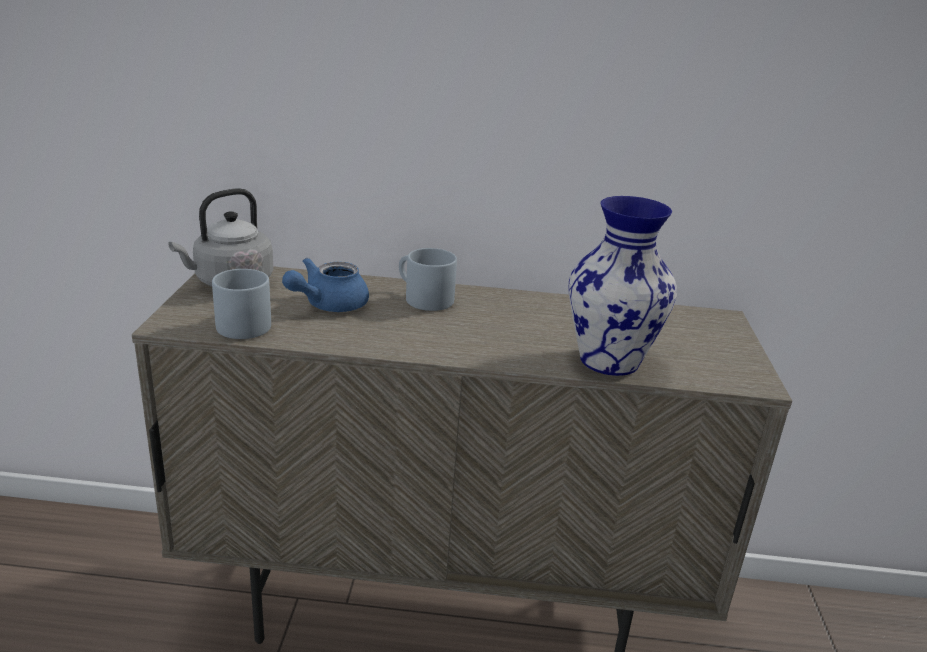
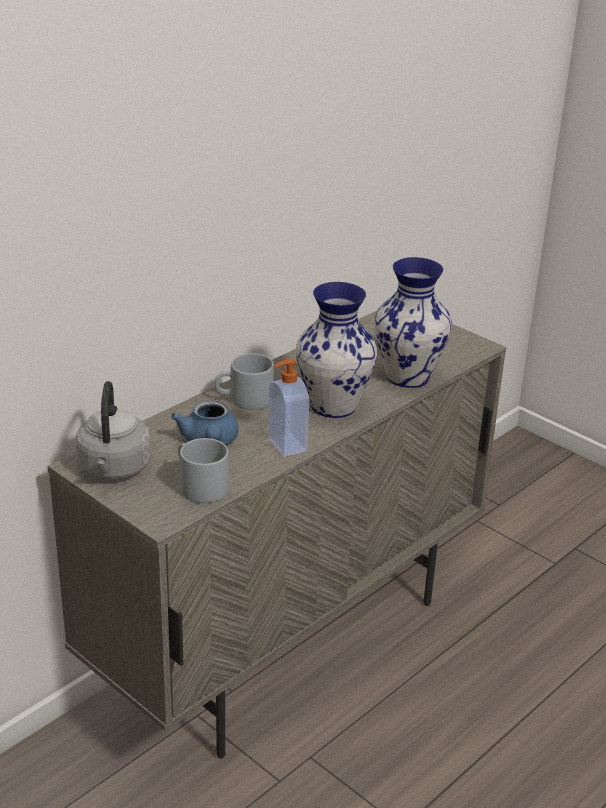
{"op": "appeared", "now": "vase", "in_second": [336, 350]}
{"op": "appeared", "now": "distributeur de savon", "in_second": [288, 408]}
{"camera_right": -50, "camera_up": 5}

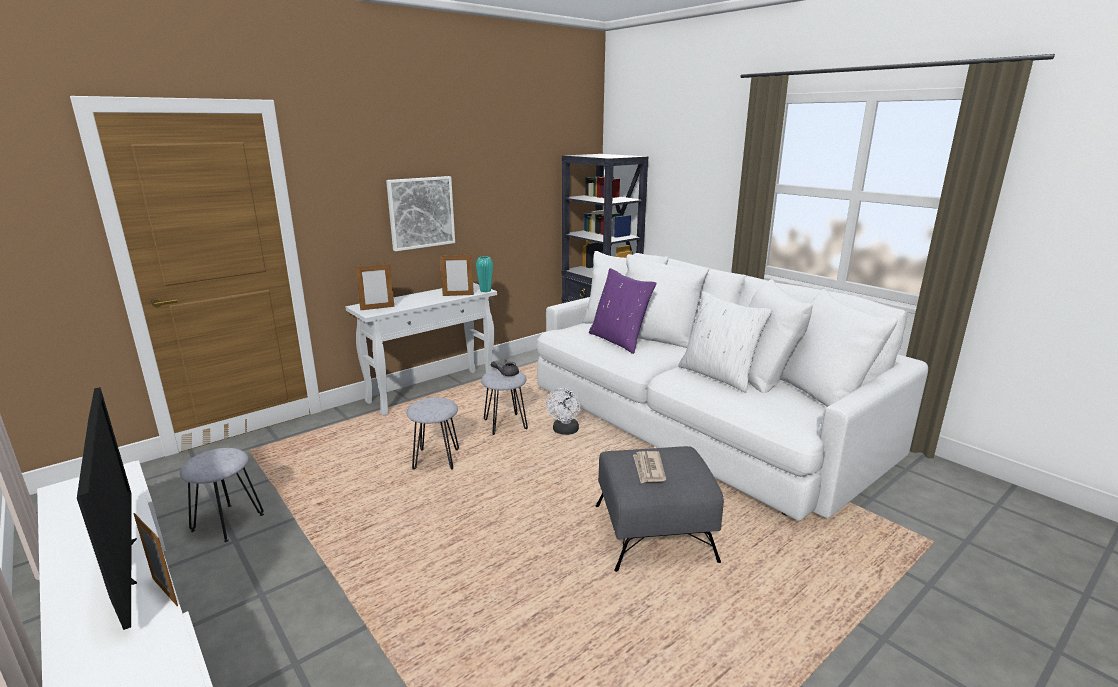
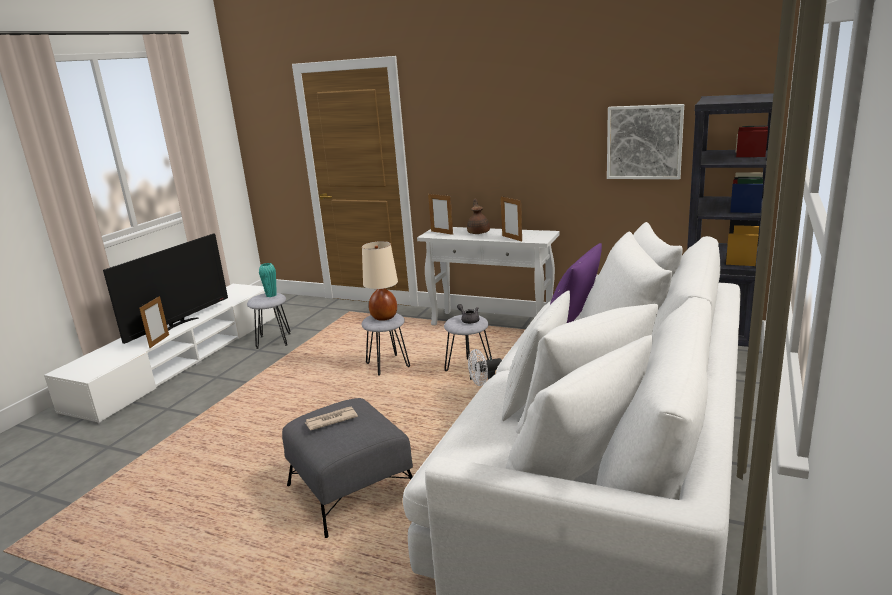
{"op": "relocated", "was": "tableau", "in_first": [420, 213], "in_second": [645, 141]}
{"op": "relocated", "was": "vase (turquoise)", "in_first": [484, 274], "in_second": [268, 280]}
{"op": "appeared", "now": "théière (marron)", "in_second": [478, 216]}
{"op": "appeared", "now": "lampe de table (beige)", "in_second": [380, 281]}
{"camera_right": 65, "camera_up": 0}

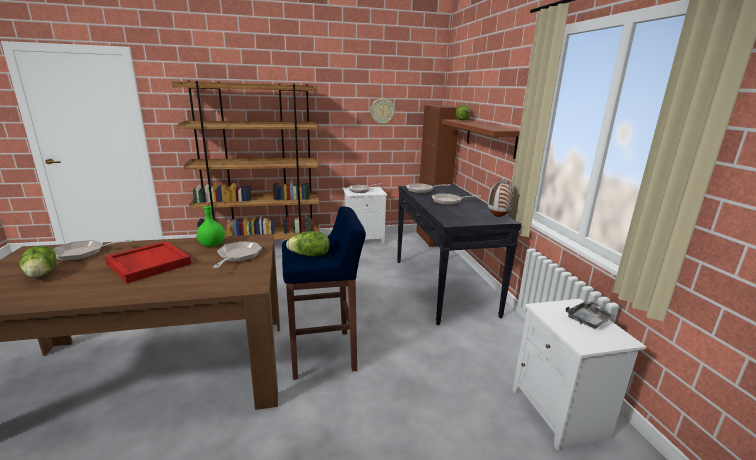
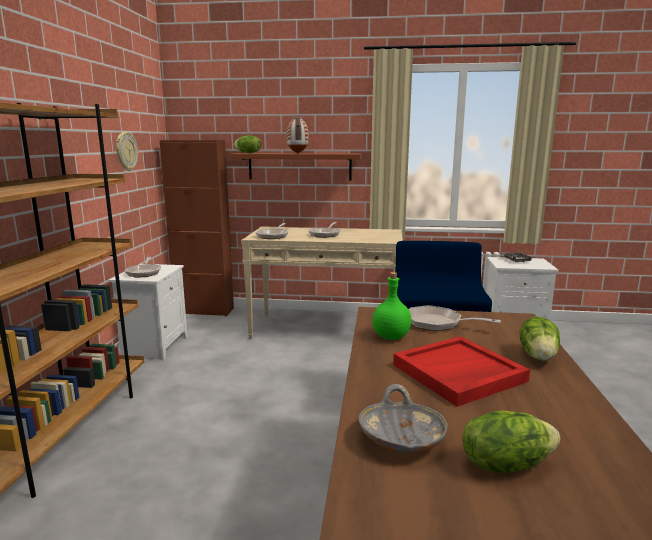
{"op": "relocated", "was": "vase", "in_first": [501, 198], "in_second": [297, 135]}
{"op": "colour", "was": "table console (noir)", "now": "table console (beige)", "in_first": [459, 254], "in_second": [322, 282]}
{"op": "relocated", "was": "laitue", "in_first": [308, 243], "in_second": [540, 339]}
{"op": "exchanged", "was": "poêle", "now": "bol (gris)", "in_first": [93, 250], "in_second": [403, 418]}
{"camera_right": -70, "camera_up": -5}

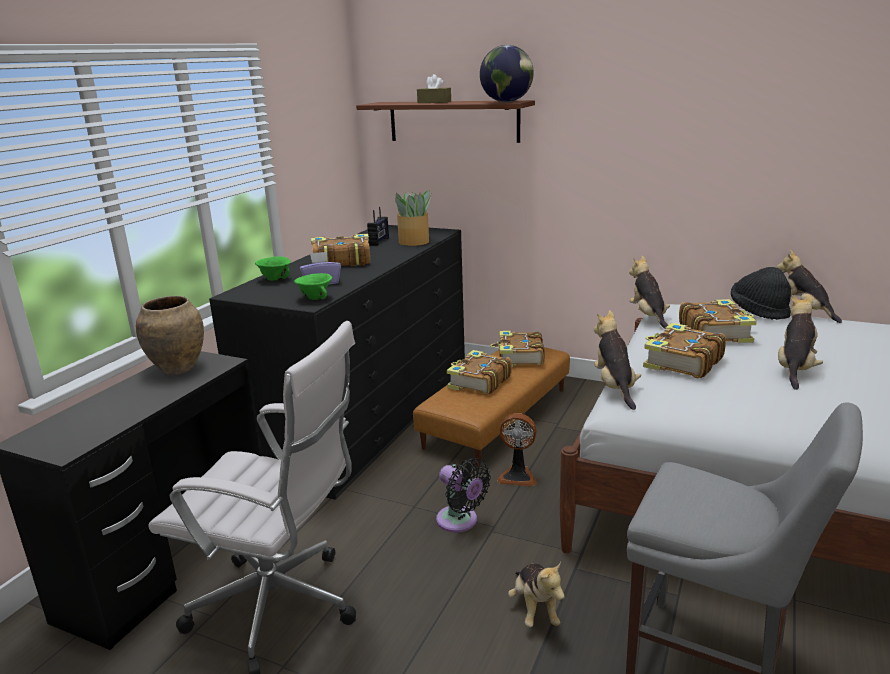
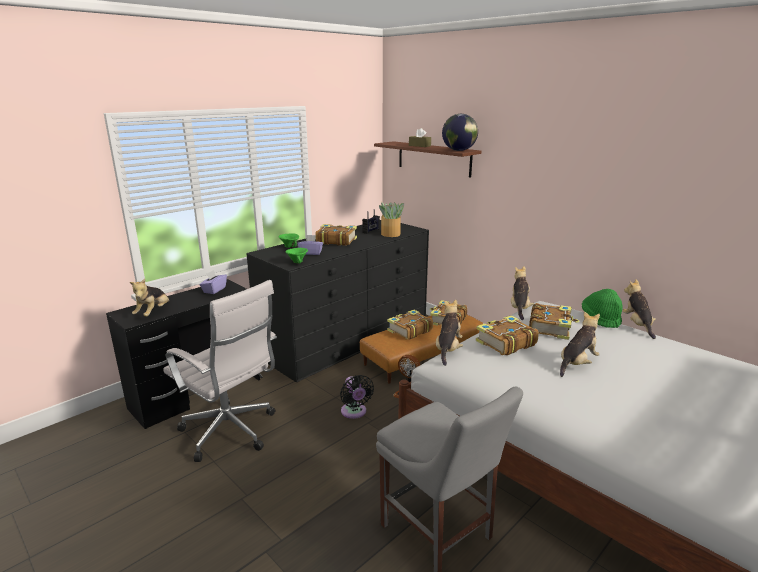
{"op": "colour", "was": "chapeau (noir)", "now": "chapeau (vert)", "in_first": [761, 293], "in_second": [602, 308]}
{"op": "exchanged", "was": "vase (marron)", "now": "boîte à mouchoirs (violet)", "in_first": [170, 335], "in_second": [213, 282]}
{"op": "relocated", "was": "peluche", "in_first": [536, 594], "in_second": [150, 298]}
{"camera_right": 20, "camera_up": 0}

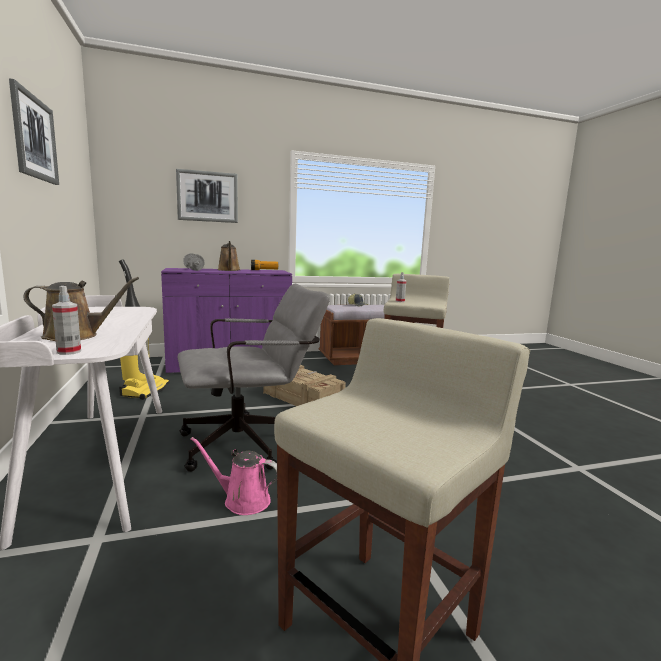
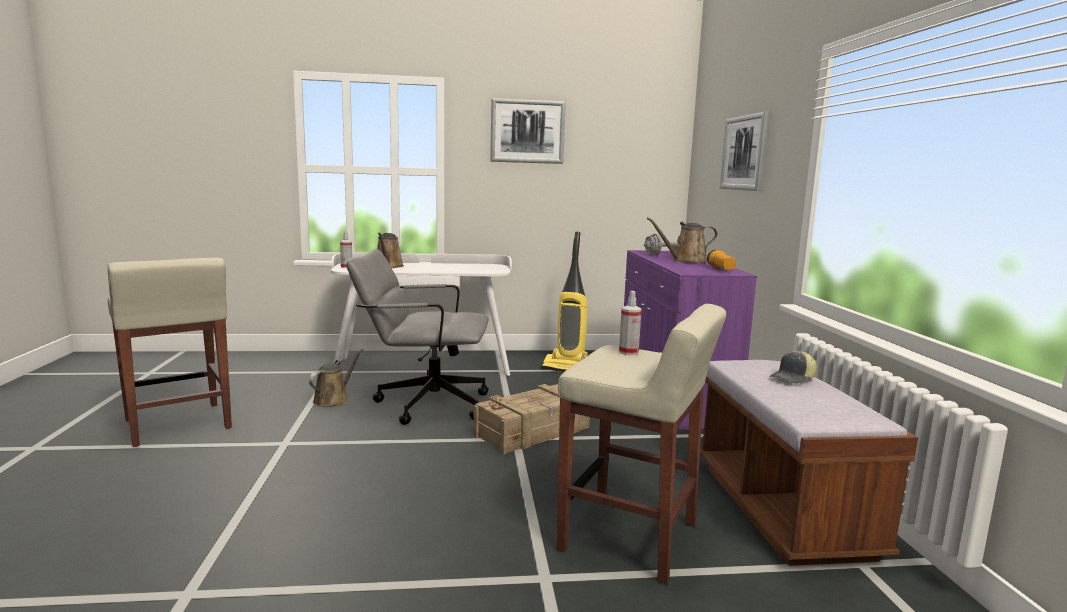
{"op": "spun", "was": "chaise de bureau (gris)", "in_first": [254, 378], "in_second": [417, 337], "clockwise": 105}
{"op": "colour", "was": "arrosoir (rose)", "now": "arrosoir (marron)", "in_first": [234, 476], "in_second": [336, 378]}
{"camera_right": 100, "camera_up": 0}

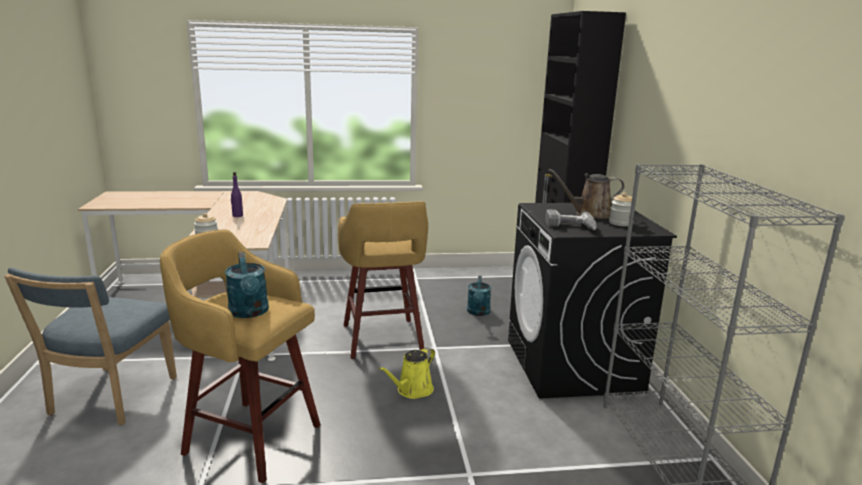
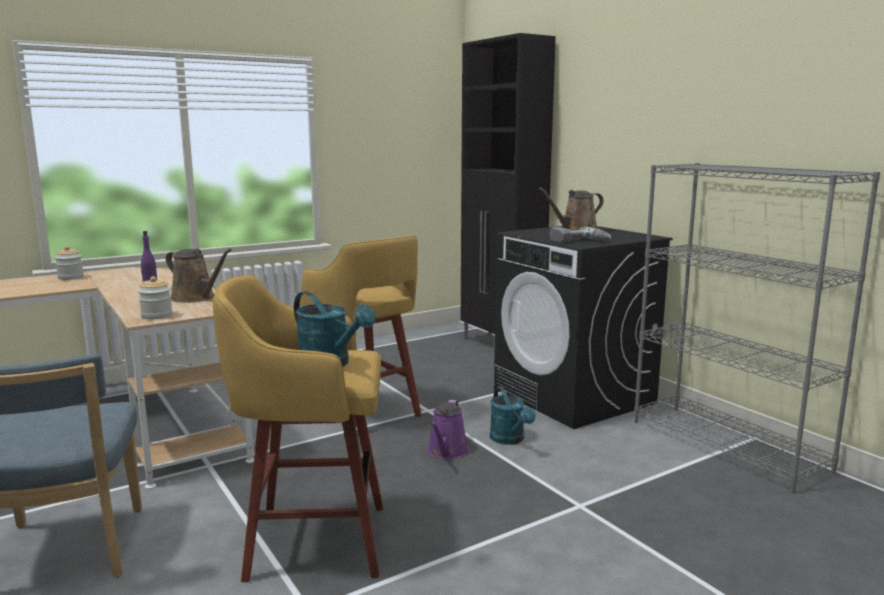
{"op": "relocated", "was": "bocal", "in_first": [622, 209], "in_second": [69, 263]}
{"op": "relocated", "was": "arrosoir (turquoise)", "in_first": [479, 296], "in_second": [513, 415]}
{"op": "colour", "was": "arrosoir (jaune)", "now": "arrosoir (violet)", "in_first": [407, 373], "in_second": [448, 429]}
{"op": "appeared", "now": "arrosoir (marron)", "in_second": [199, 276]}
{"camera_right": -25, "camera_up": -5}

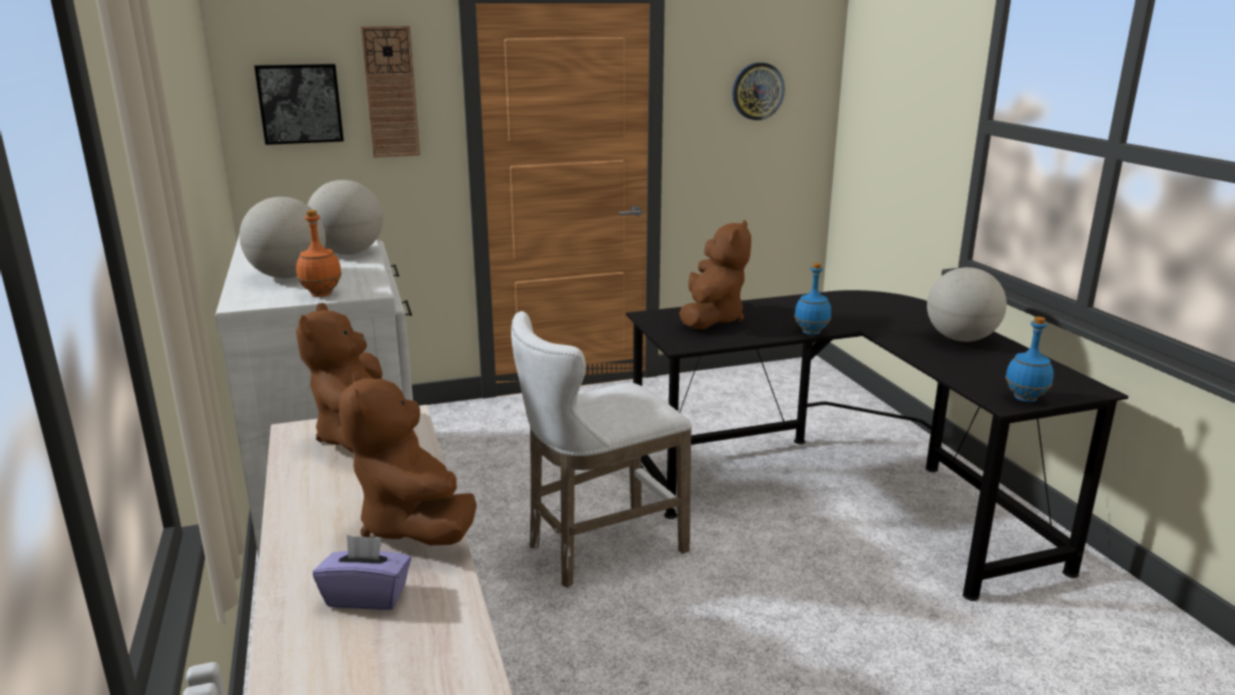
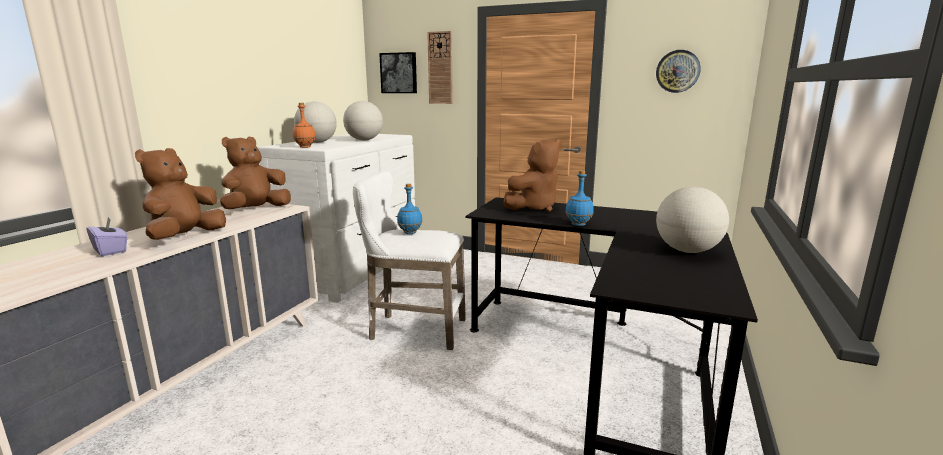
{"op": "relocated", "was": "bouteille (bleu)", "in_first": [1029, 359], "in_second": [409, 209]}
{"camera_right": 40, "camera_up": -5}

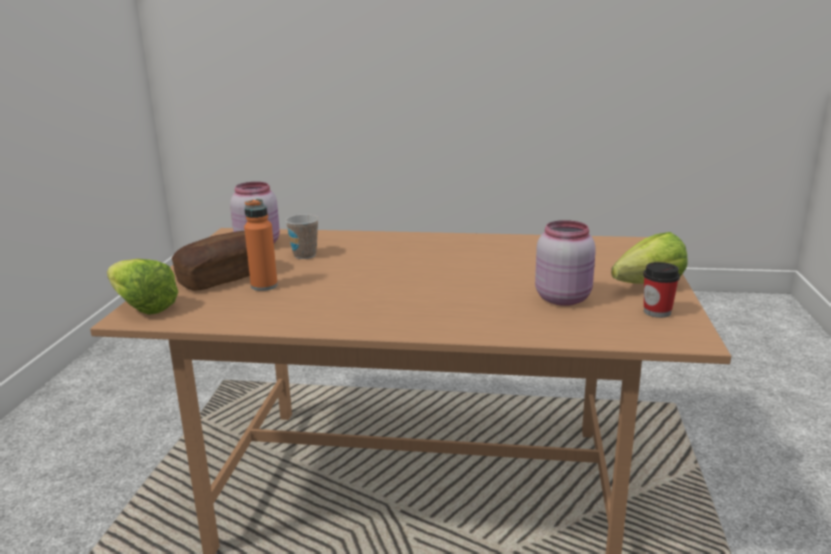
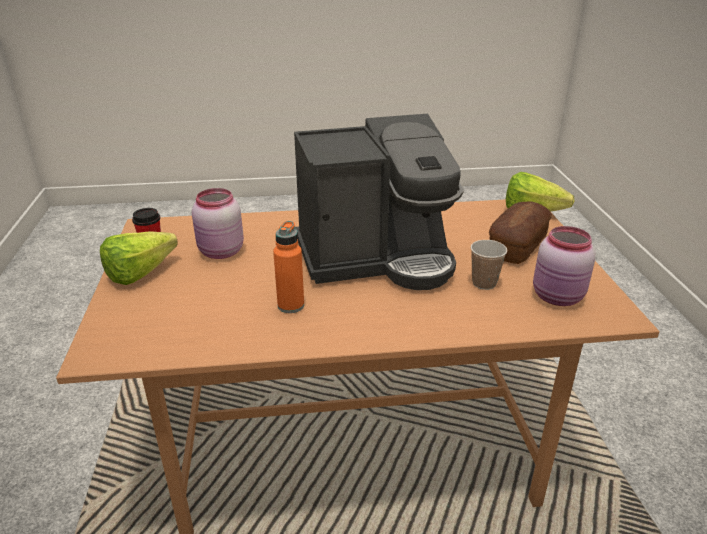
{"op": "relocated", "was": "bouteille (orange)", "in_first": [261, 245], "in_second": [288, 267]}
{"op": "appeared", "now": "machine à café", "in_second": [379, 202]}
{"camera_right": 165, "camera_up": 10}

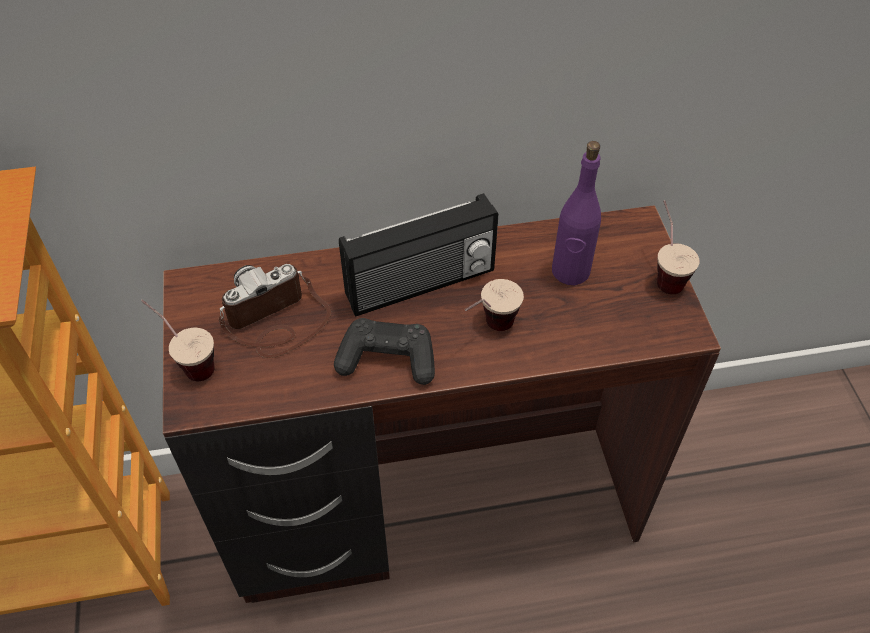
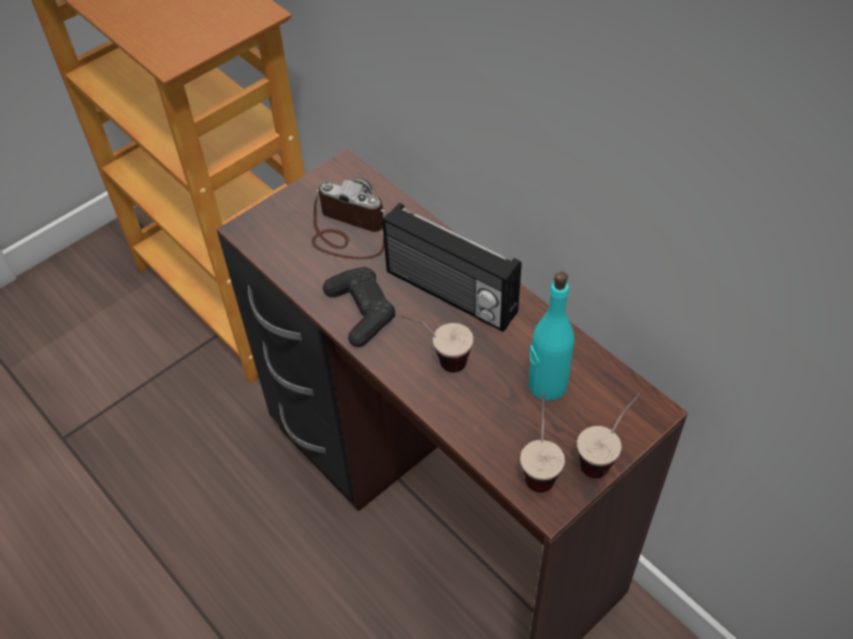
{"op": "colour", "was": "bouteille (violet)", "now": "bouteille (turquoise)", "in_first": [576, 213], "in_second": [551, 336]}
{"op": "relocated", "was": "tasse", "in_first": [178, 340], "in_second": [542, 443]}
{"camera_right": 60, "camera_up": 0}

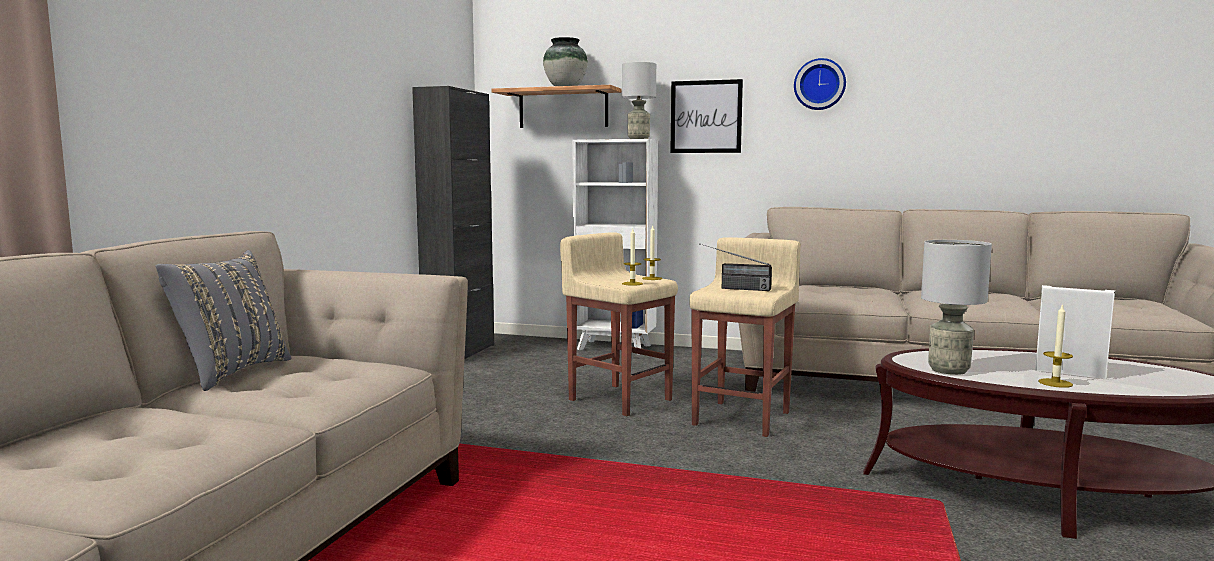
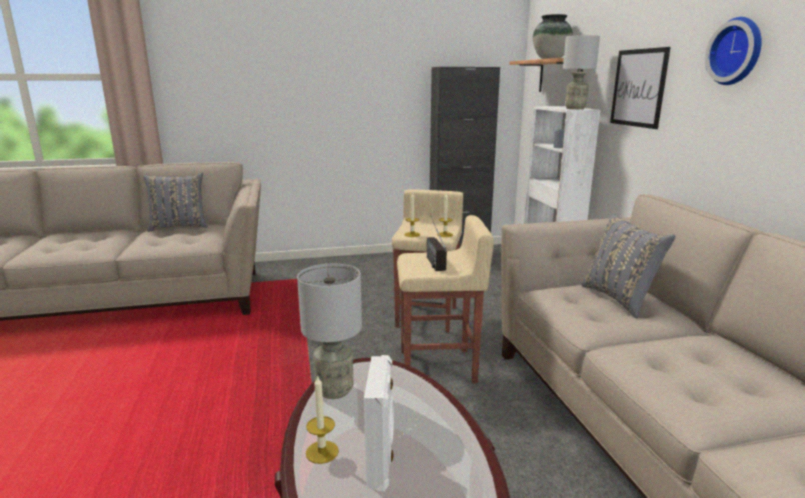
{"op": "appeared", "now": "coussin (gris)", "in_second": [628, 266]}
{"camera_right": 60, "camera_up": 10}

